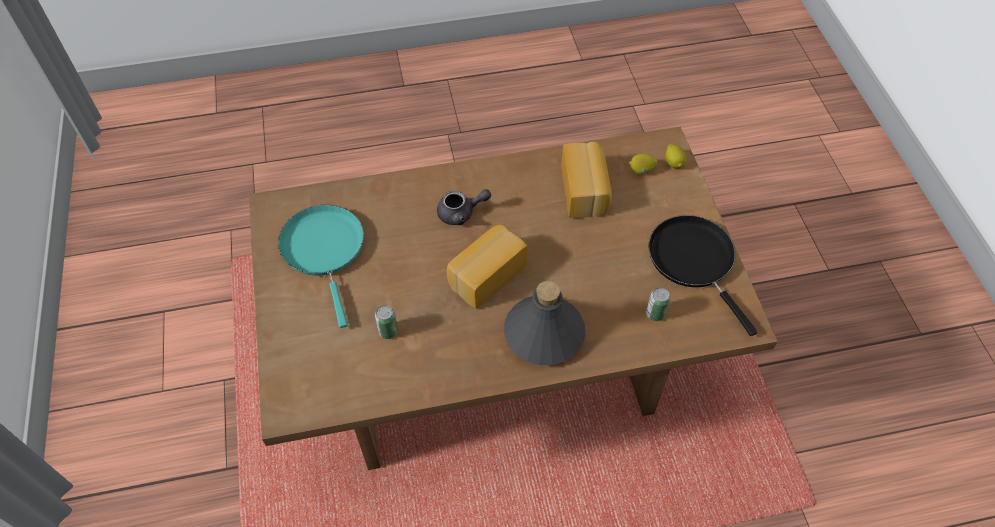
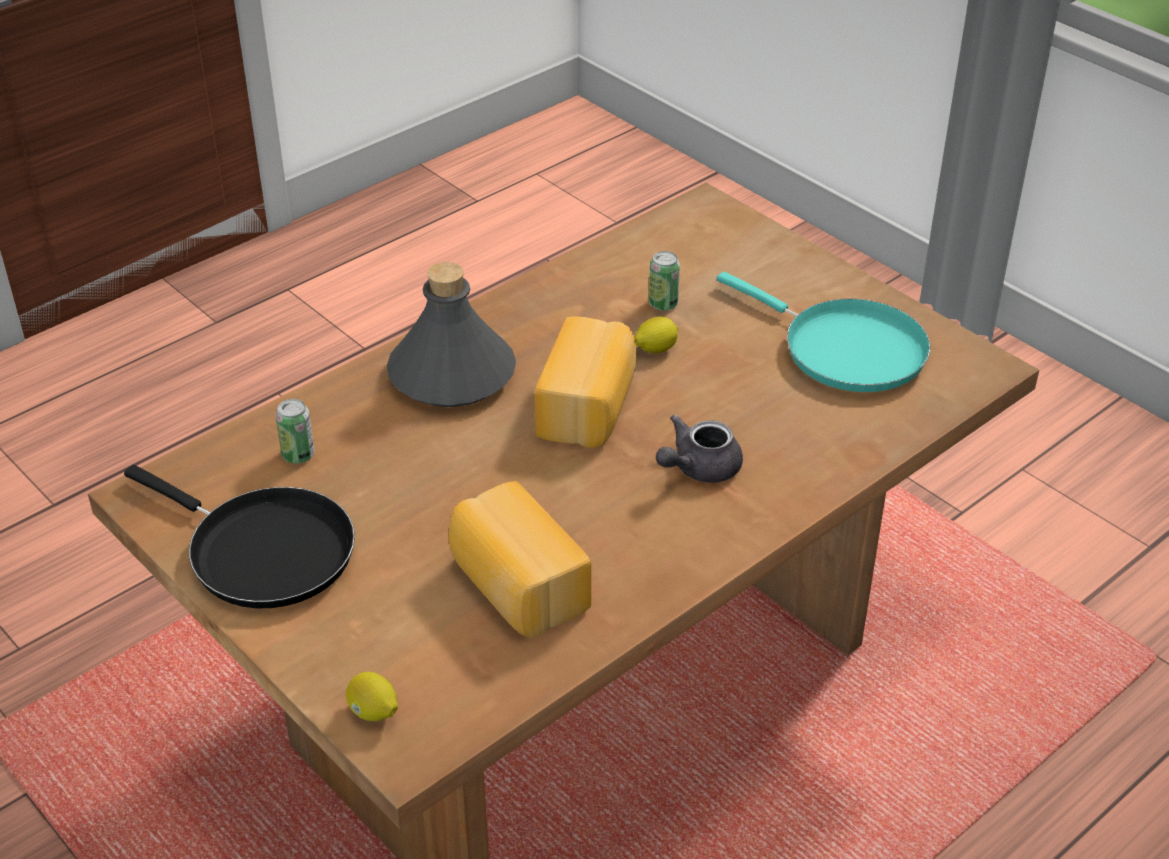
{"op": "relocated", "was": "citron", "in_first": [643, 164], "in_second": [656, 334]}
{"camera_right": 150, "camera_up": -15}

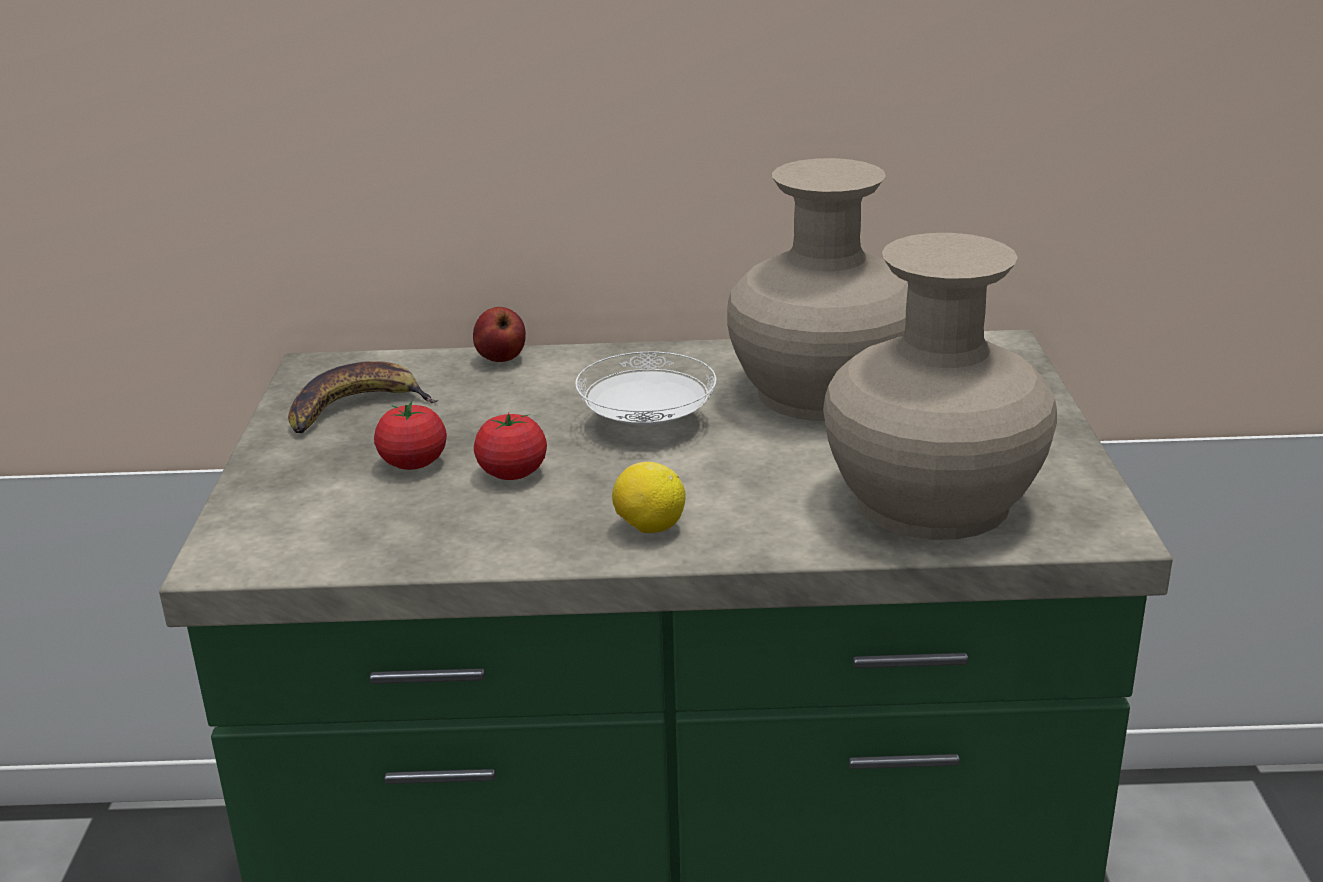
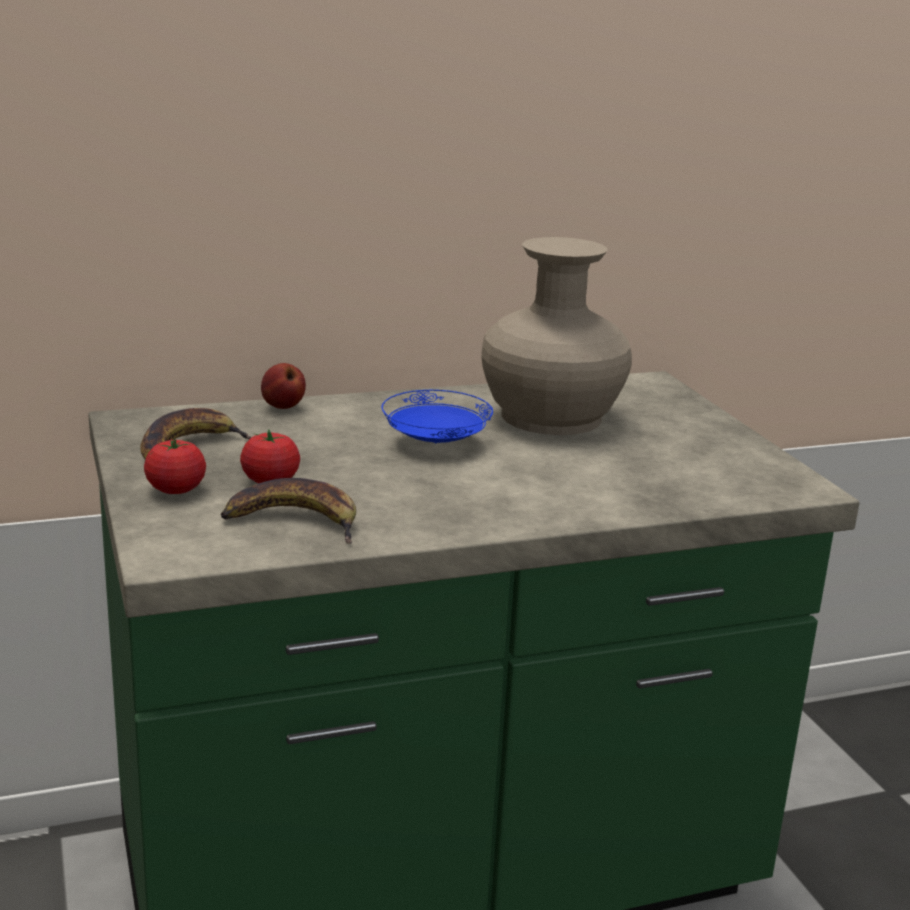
{"op": "missing", "was": "vase (beige)", "in_first": [940, 386]}
{"op": "colour", "was": "assiette (blanc)", "now": "assiette (bleu)", "in_first": [645, 388], "in_second": [437, 416]}
{"op": "relocated", "was": "tomate", "in_first": [510, 446], "in_second": [175, 466]}
{"op": "missing", "was": "citron", "in_first": [649, 497]}
{"op": "appeared", "now": "banane", "in_second": [288, 511]}
{"camera_right": -20, "camera_up": -5}

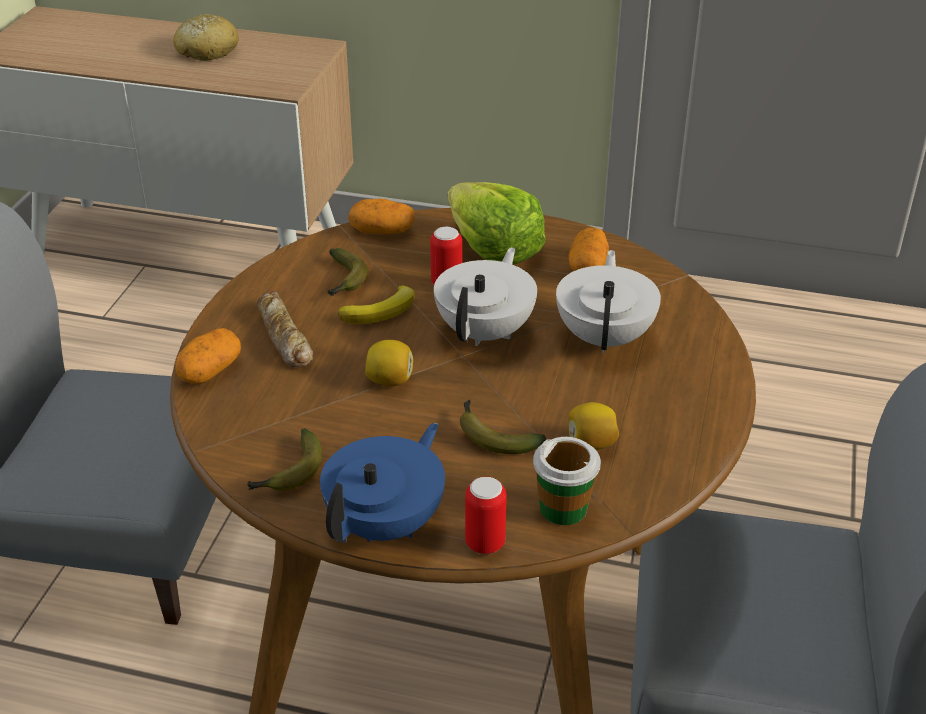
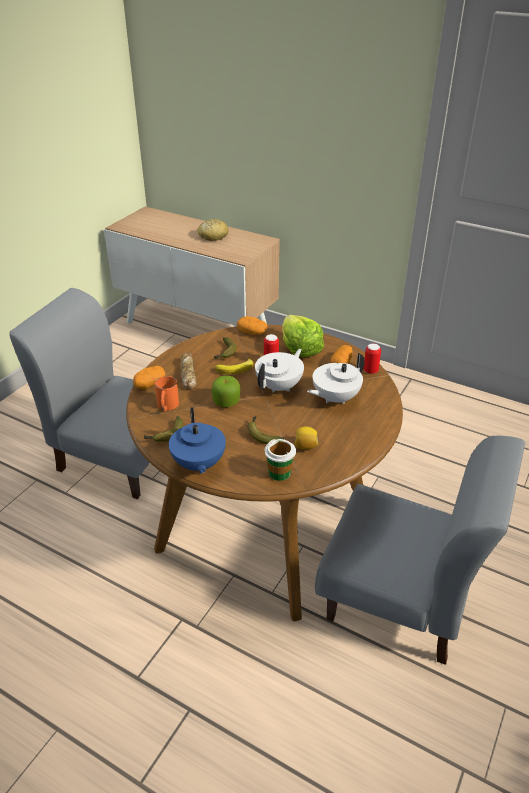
{"op": "spun", "was": "théière (blanc)", "in_first": [608, 301], "in_second": [336, 378], "clockwise": -150}
{"op": "exchanged", "was": "citron", "now": "pomme", "in_first": [389, 363], "in_second": [226, 391]}
{"op": "spun", "was": "théière (bleu)", "in_first": [382, 483], "in_second": [197, 440], "clockwise": 120}
{"op": "relocated", "was": "boîte métallique", "in_first": [486, 515], "in_second": [372, 358]}
{"op": "appeared", "now": "mug (orange)", "in_second": [167, 393]}
{"camera_right": 15, "camera_up": 0}

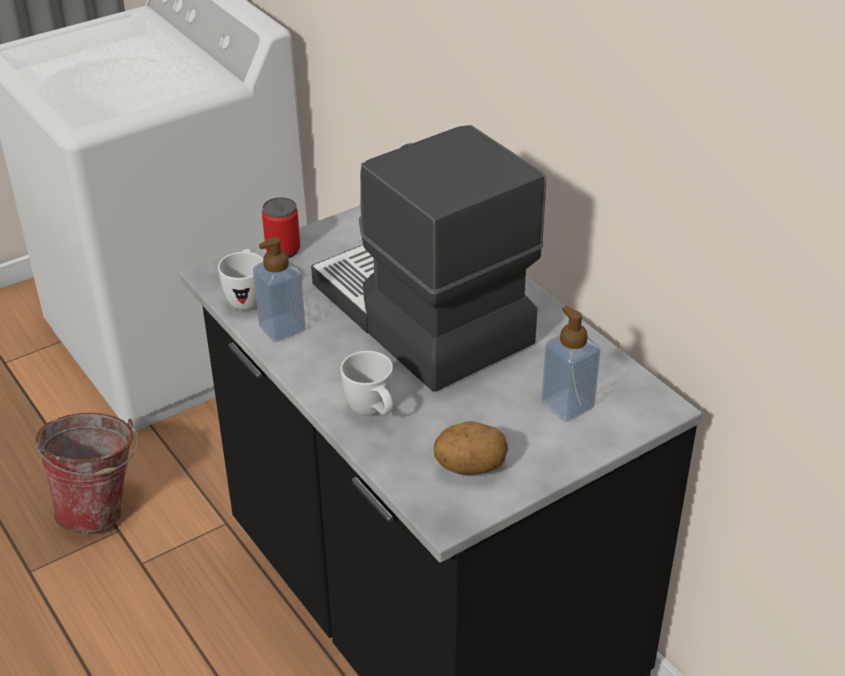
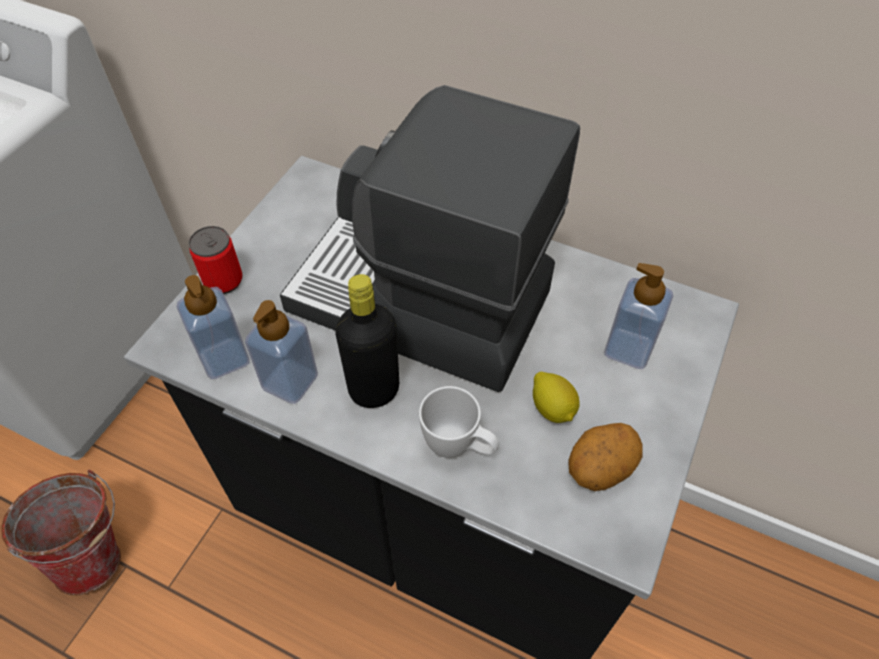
{"op": "exchanged", "was": "mug (blanc)", "now": "distributeur de savon", "in_first": [240, 279], "in_second": [213, 327]}
{"op": "appeared", "now": "bouteille (noir)", "in_second": [367, 341]}
{"op": "appeared", "now": "citron", "in_second": [556, 397]}
{"camera_right": -30, "camera_up": 15}

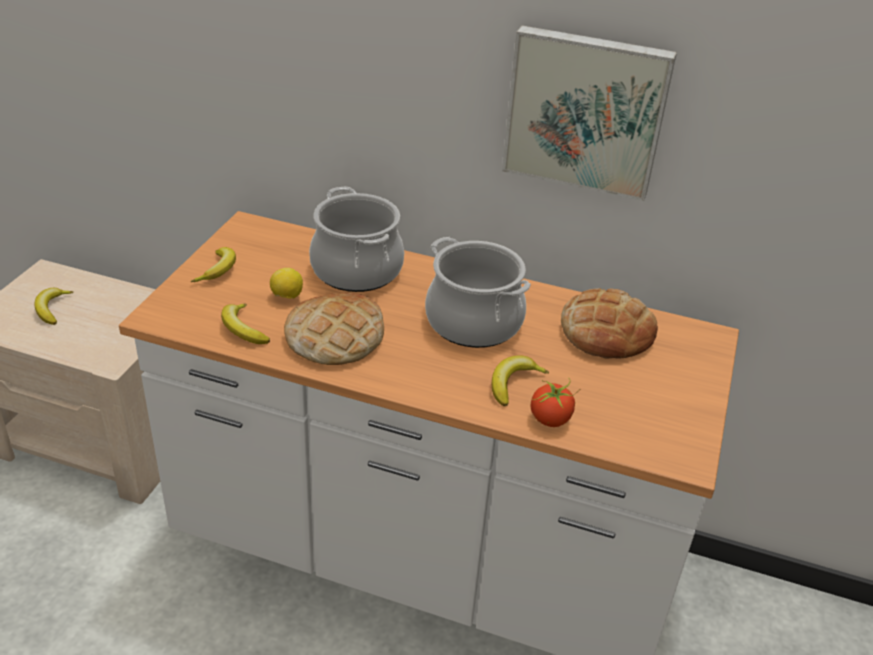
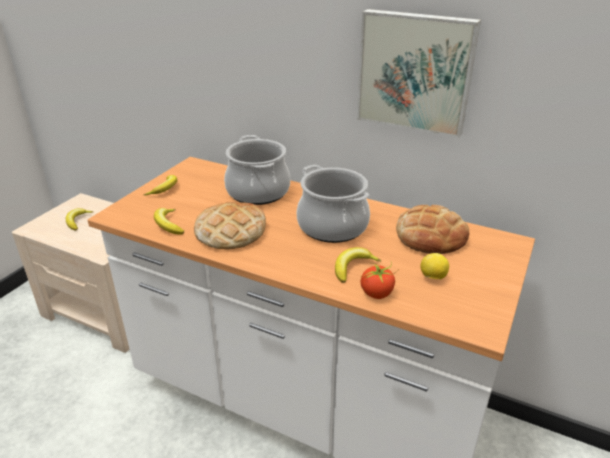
{"op": "relocated", "was": "citron", "in_first": [286, 283], "in_second": [435, 266]}
{"camera_right": 10, "camera_up": -5}

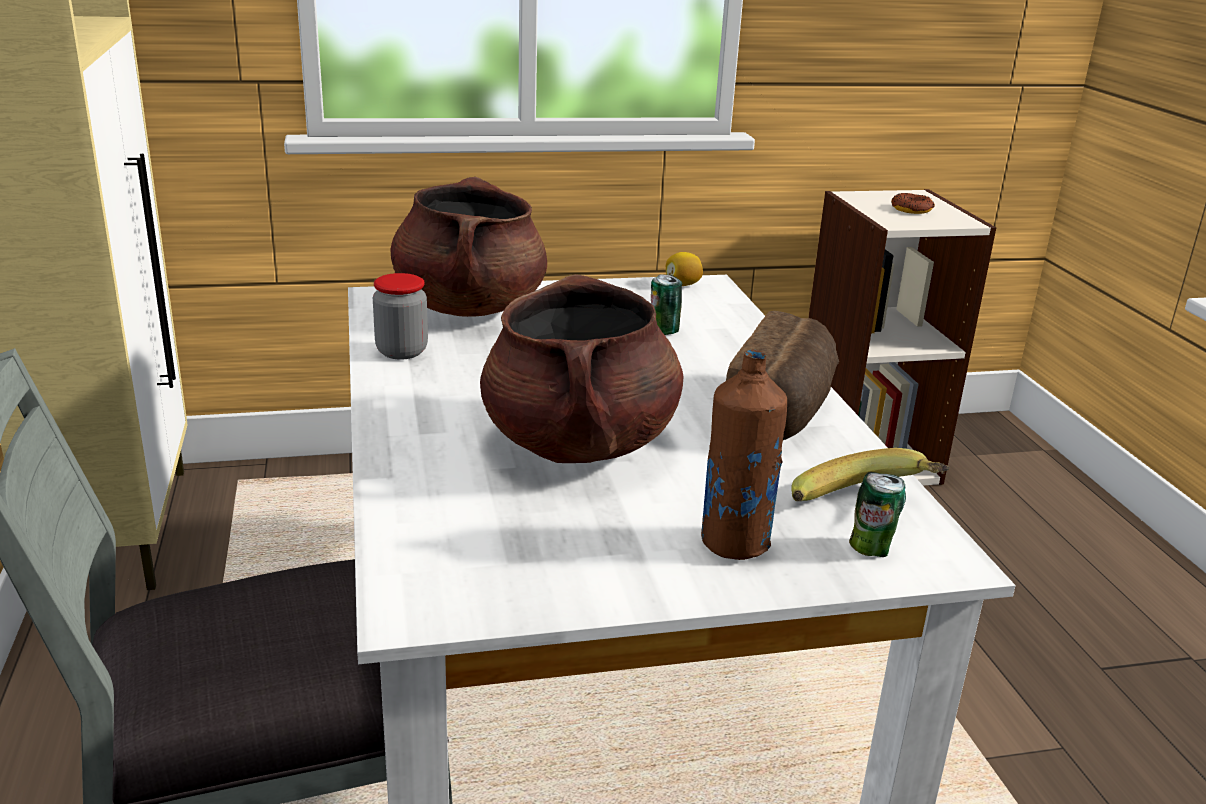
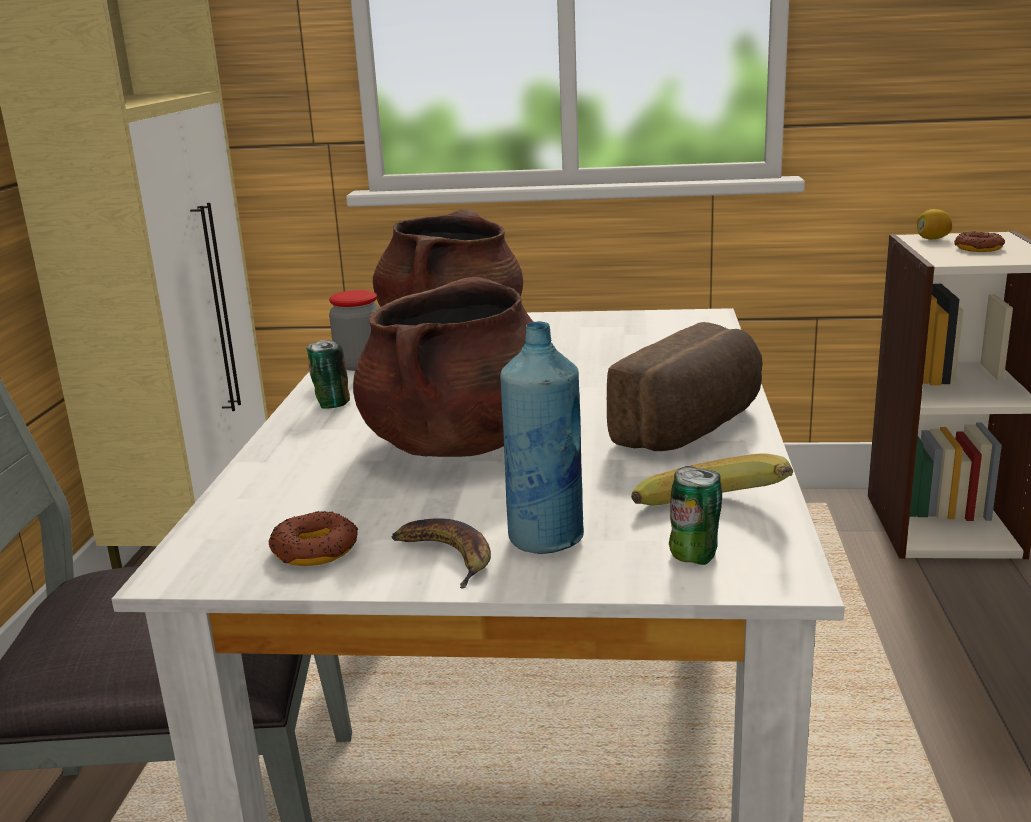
{"op": "relocated", "was": "citron", "in_first": [684, 269], "in_second": [934, 224]}
{"op": "relocated", "was": "boîte métallique", "in_first": [667, 304], "in_second": [328, 374]}
{"op": "colour", "was": "bouteille (marron)", "now": "bouteille (bleu)", "in_first": [744, 454], "in_second": [542, 437]}
{"op": "appeared", "now": "beignet", "in_second": [313, 538]}
{"op": "appeared", "now": "banane", "in_second": [441, 553]}
{"camera_right": 20, "camera_up": -5}

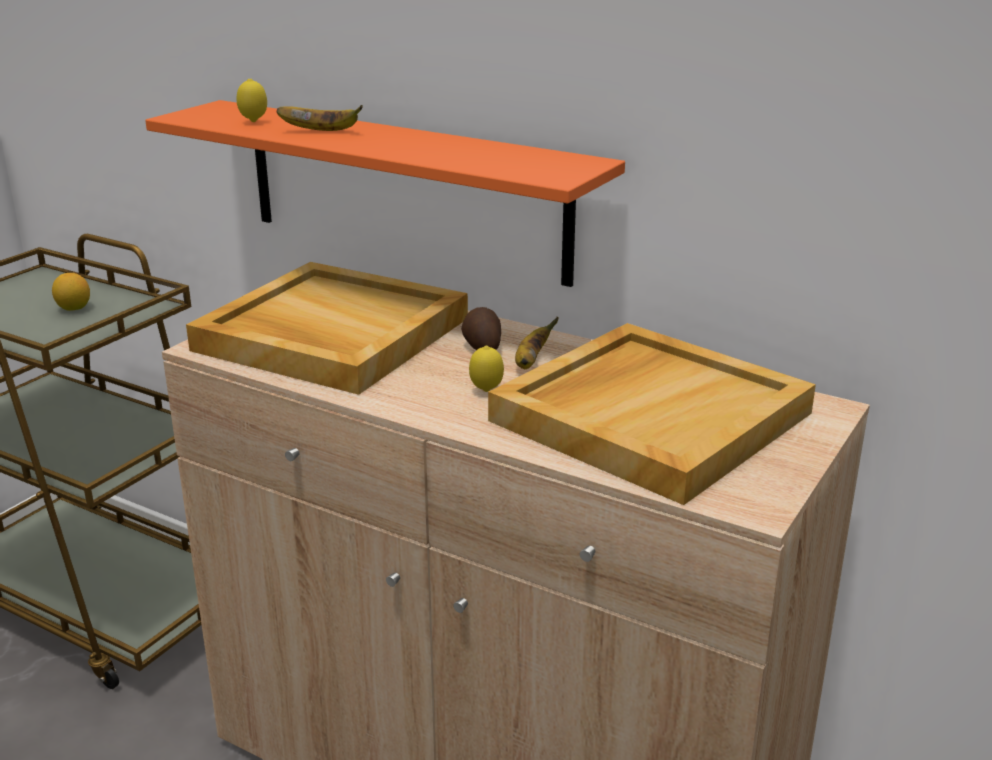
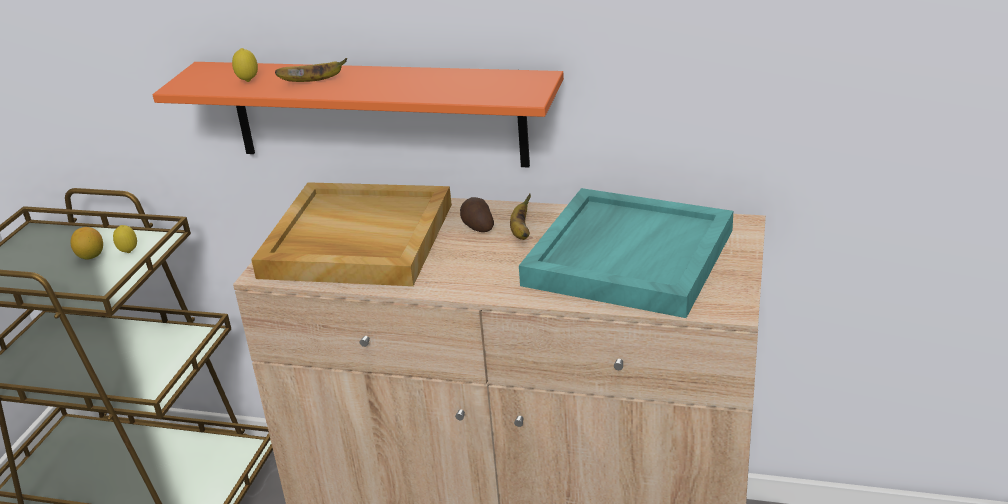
{"op": "colour", "was": "plateau (beige)", "now": "plateau (turquoise)", "in_first": [652, 414], "in_second": [626, 253]}
{"op": "relocated", "was": "citron", "in_first": [486, 369], "in_second": [125, 239]}
{"camera_right": -15, "camera_up": 5}

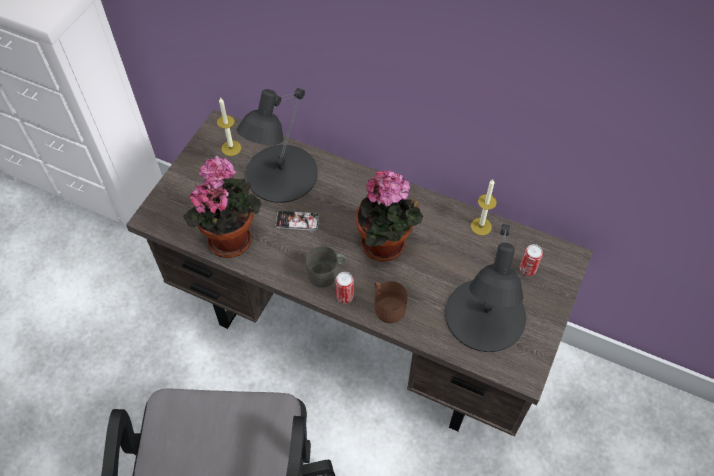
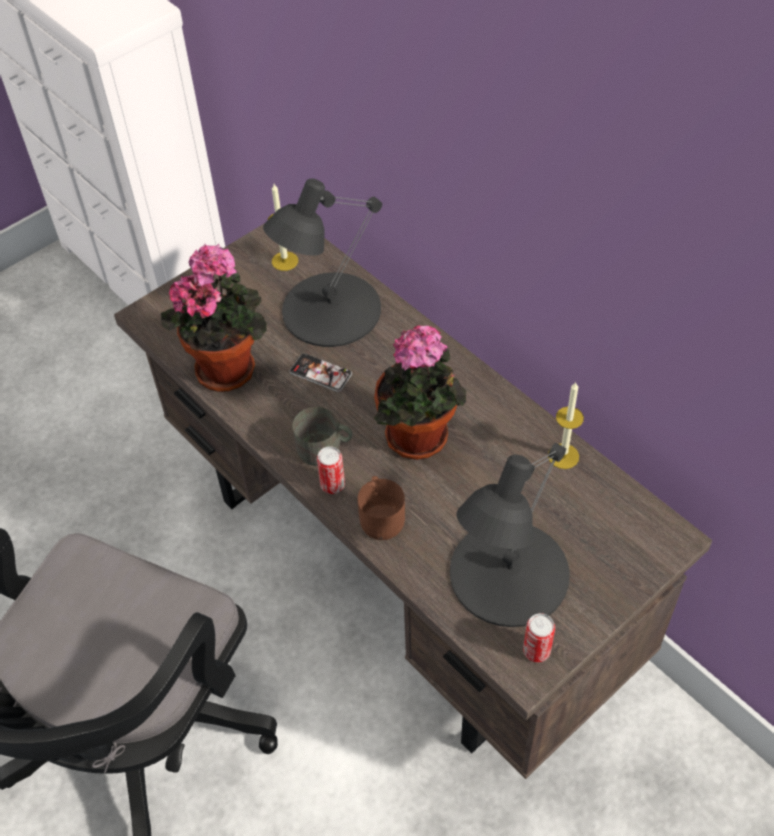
{"op": "relocated", "was": "boîte métallique", "in_first": [531, 260], "in_second": [539, 637]}
{"camera_right": 25, "camera_up": -5}

